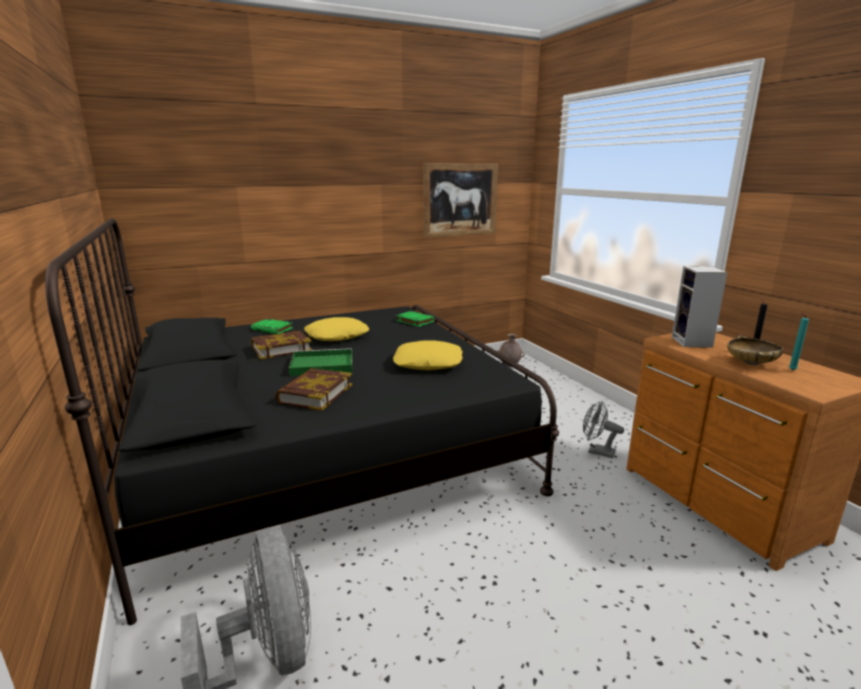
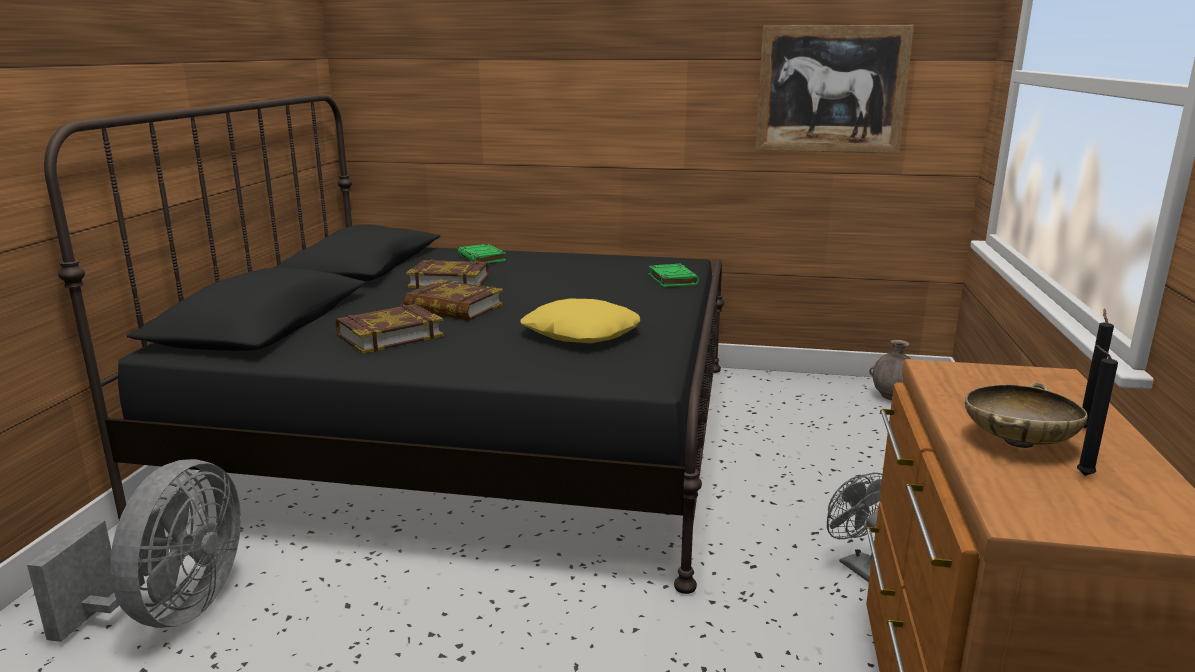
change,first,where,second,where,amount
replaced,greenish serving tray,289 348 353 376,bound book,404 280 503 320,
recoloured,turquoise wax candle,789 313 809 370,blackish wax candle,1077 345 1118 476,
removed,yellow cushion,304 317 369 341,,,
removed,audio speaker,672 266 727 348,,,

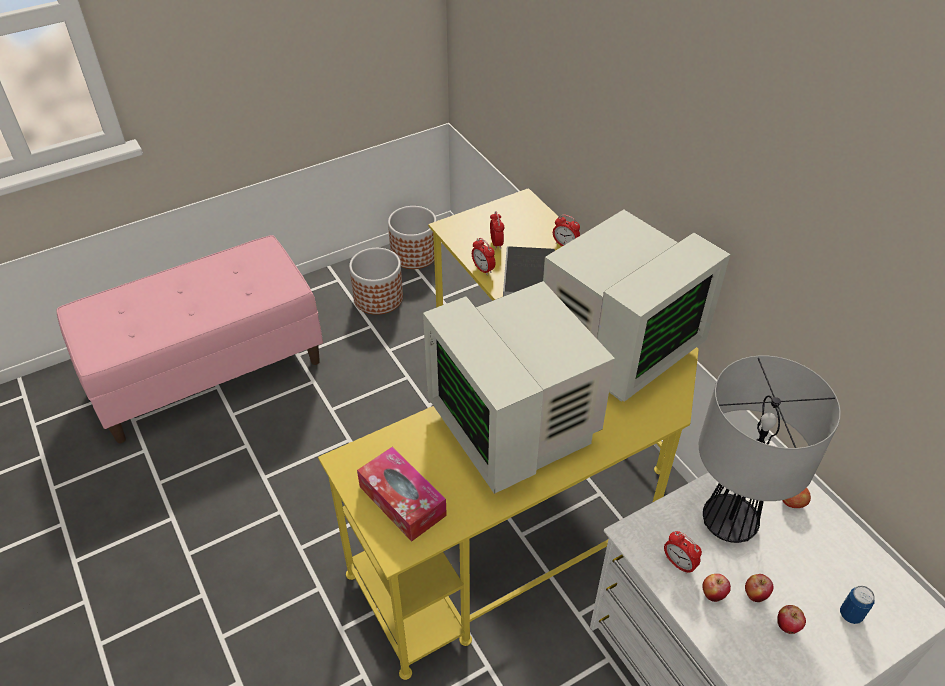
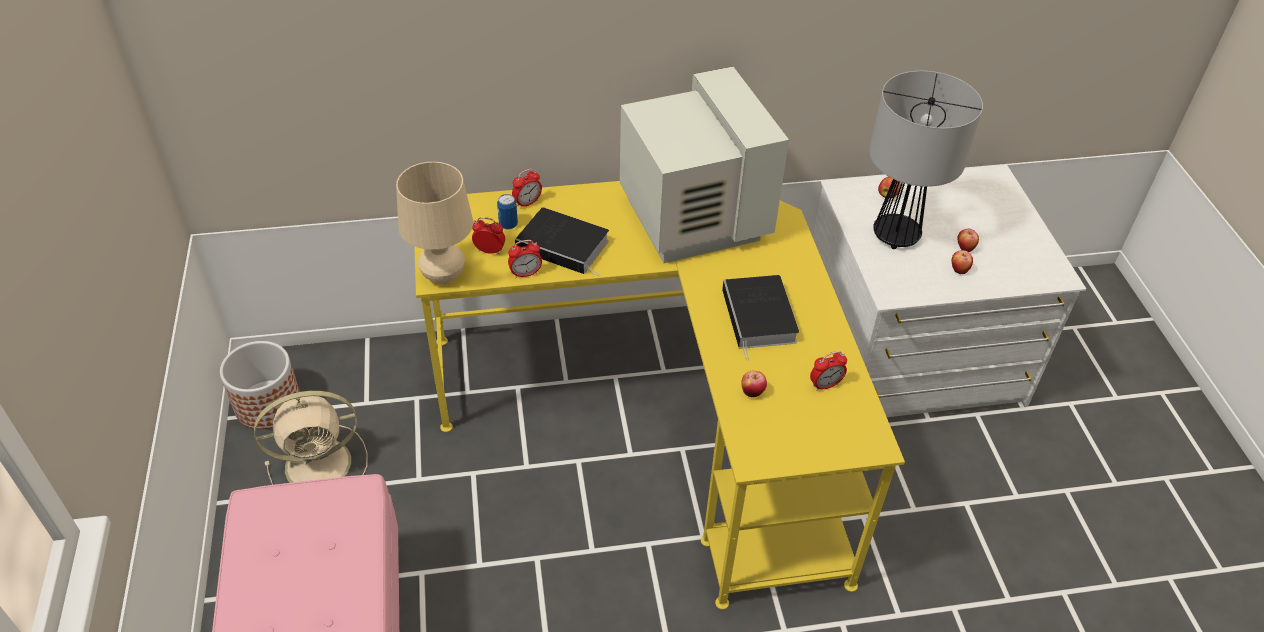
change,first,where,second,where,amount
replaced,flower pot,349 248 403 315,sand-coloured fan,254 391 368 485,
added,,,sand-coloured tabletop lamp,396 162 473 284,
moved,metal can,840 586 875 624,,497 194 518 230,
replaced,computer screen,423 281 615 494,bound book,722 275 799 360,
moved,apple fruit,777 605 806 634,,741 371 767 397,
moved,table clock,664 531 702 574,,810 351 847 391,
removed,box of tissues,357 447 447 542,,,

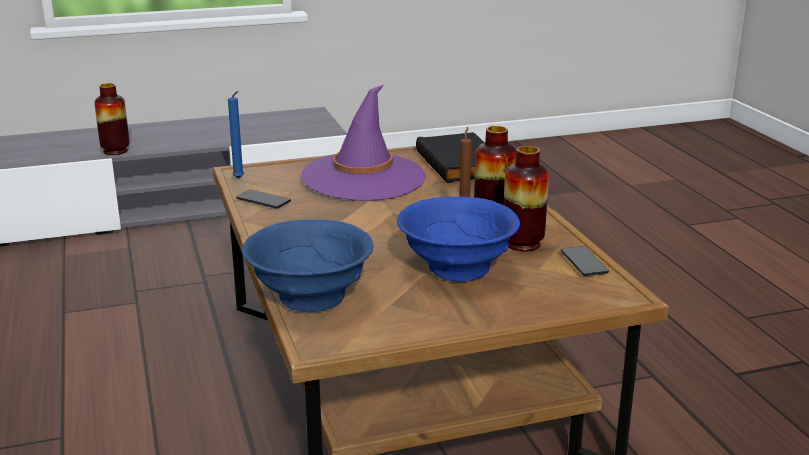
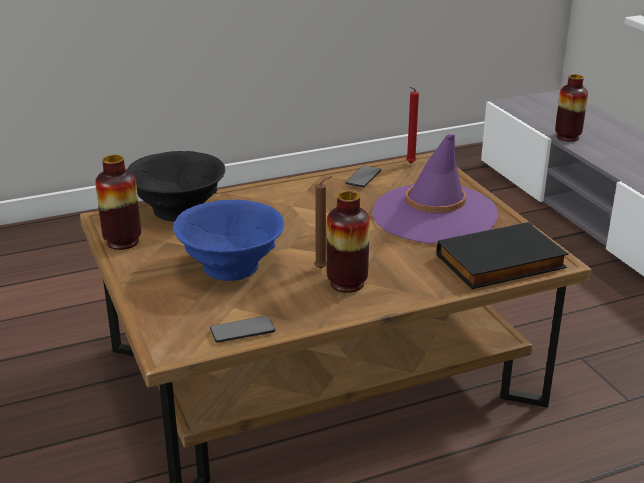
change,first,where,second,where,amount
moved,flower vase,504 146 549 251,,95 155 141 250,
recoloured,blue deep dish,242 220 373 312,blackish deep dish,127 151 225 221,
recoloured,blue wax candle,228 91 244 179,red-coloured wax candle,406 87 419 163,

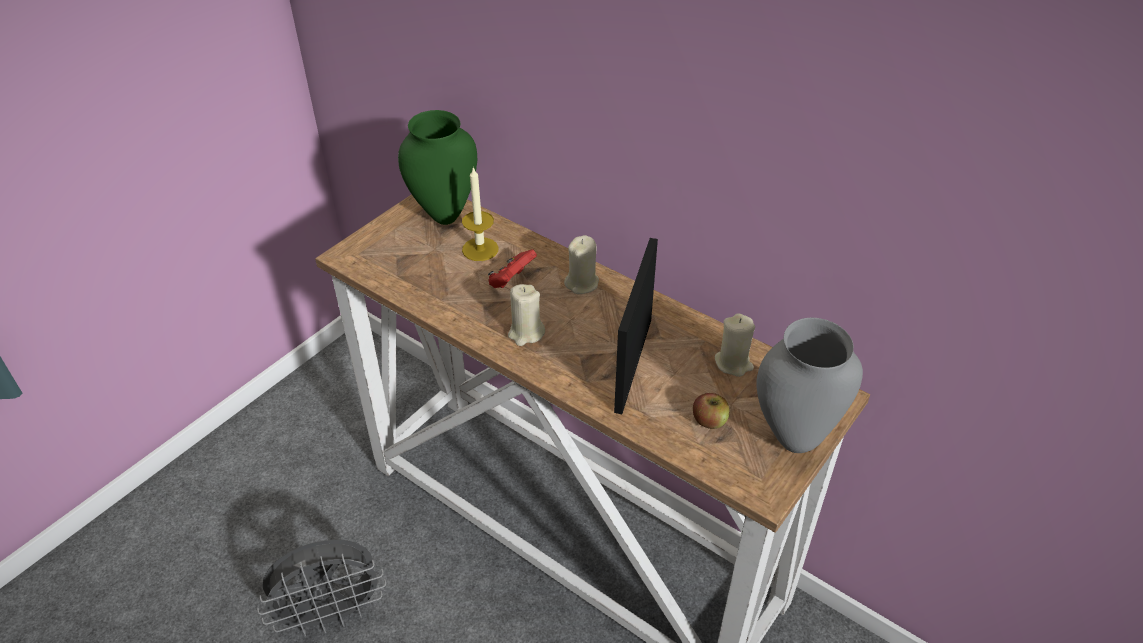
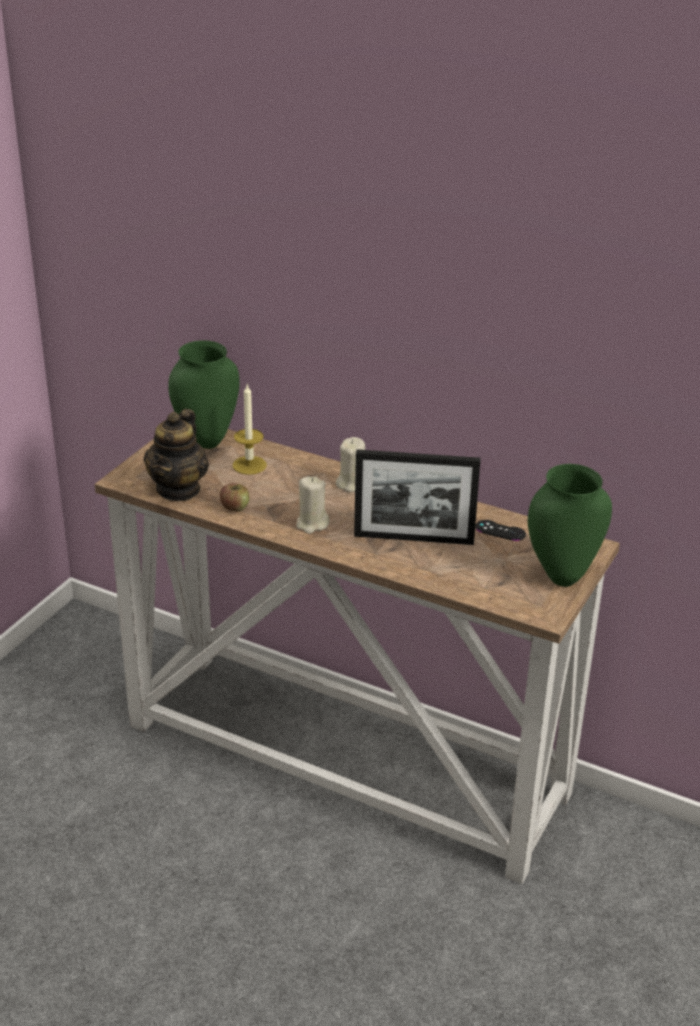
change,first,where,second,where,amount
added,,,tea pot,144 409 209 501,
moved,apple fruit,693 393 730 429,,220 483 250 512,
turned,standing frame,614 238 658 414,,354 449 481 545,90 degrees counterclockwise
replaced,sand-coloured wax candle,715 313 755 377,blackish game controller,475 520 526 541,
recoloured,grey flower vase,756 318 863 453,greenish flower vase,528 464 612 587,
removed,grey fan,257 540 386 636,,,
removed,red-coloured game controller,488 249 537 288,,,

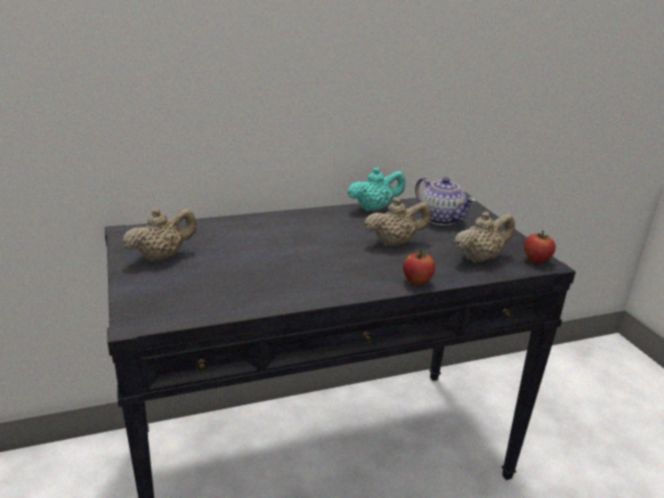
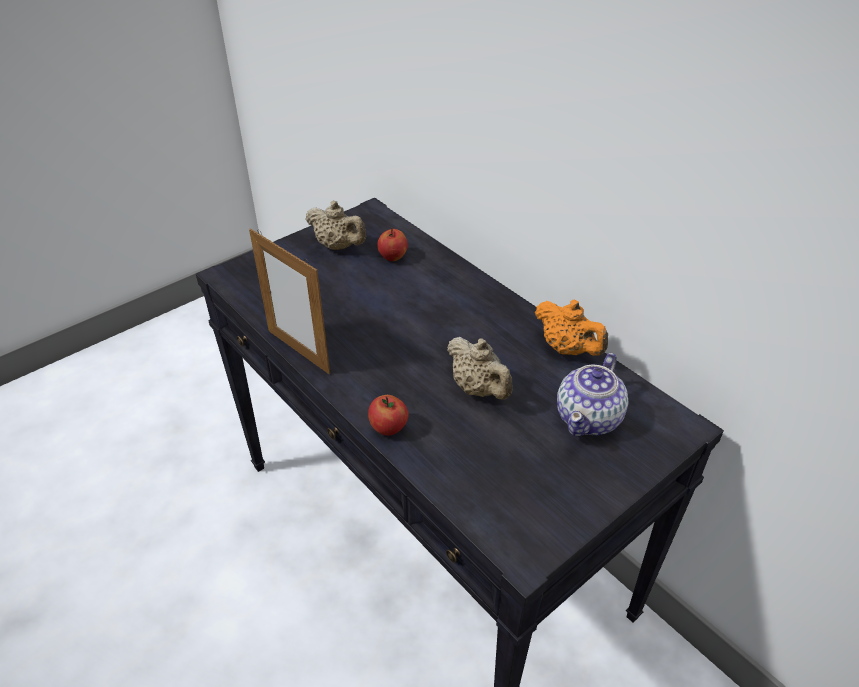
change,first,where,second,where,amount
added,,,standing frame,249 228 330 374,
moved,apple fruit,524 230 556 264,,377 227 408 261,
recoloured,turquoise tea pot,348 167 405 211,orange-coloured tea pot,535 300 608 356,
removed,sand-coloured tea pot,454 212 515 263,,,

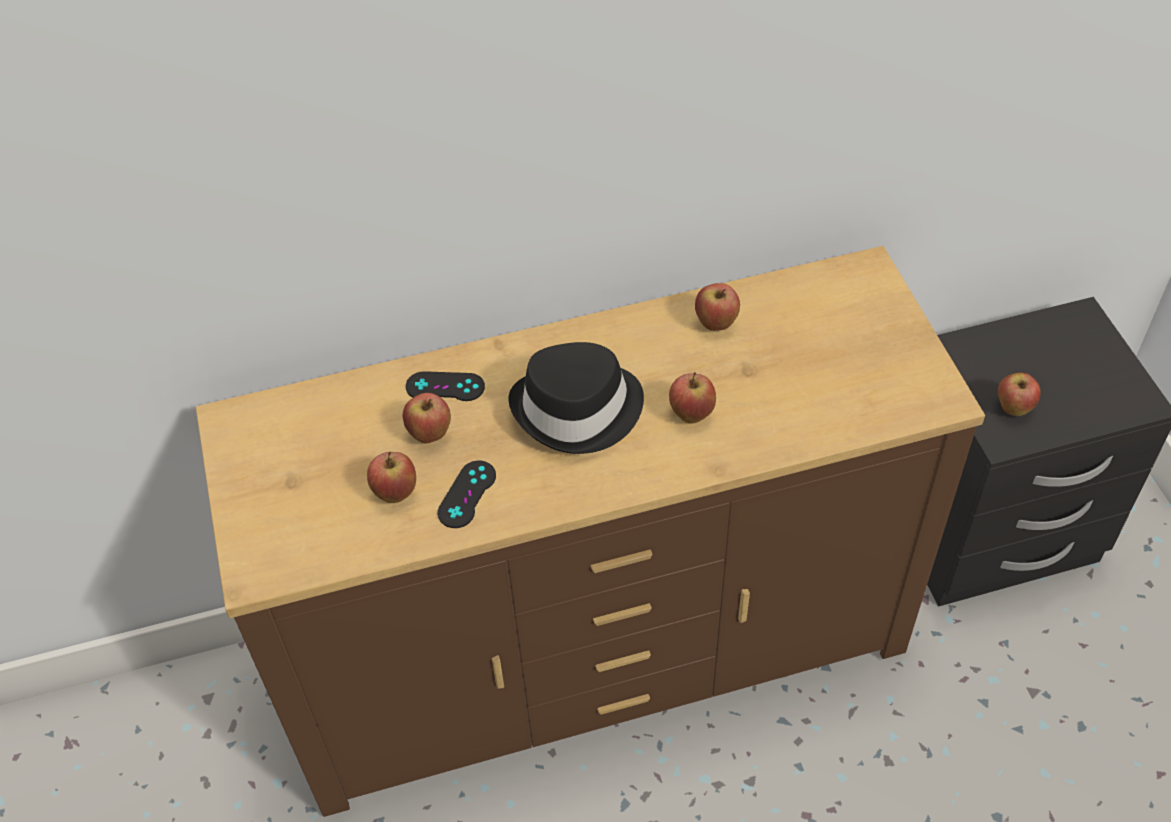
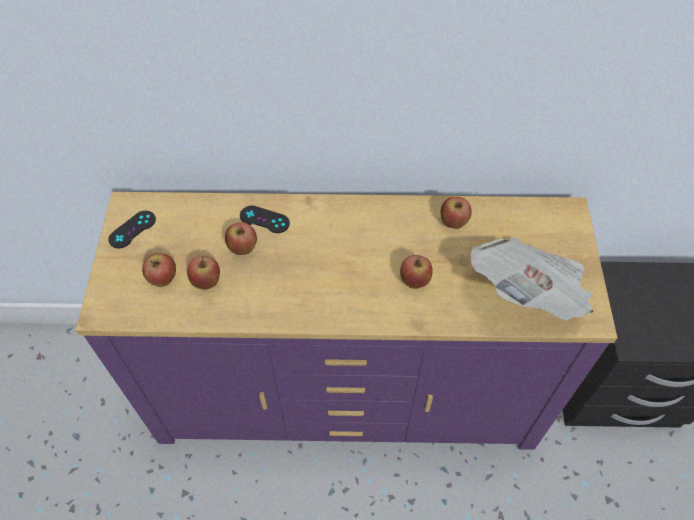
change,first,where,second,where,amount
recoloured,brownish dresser,196 246 985 817,purple dresser,76 192 617 450,
moved,blackish game controller,437 461 496 528,,109 211 156 248,
moved,apple fruit,998 372 1041 416,,142 253 176 287,
added,,,newspaper,470 237 593 320,
removed,blackish hat,508 342 644 454,,,

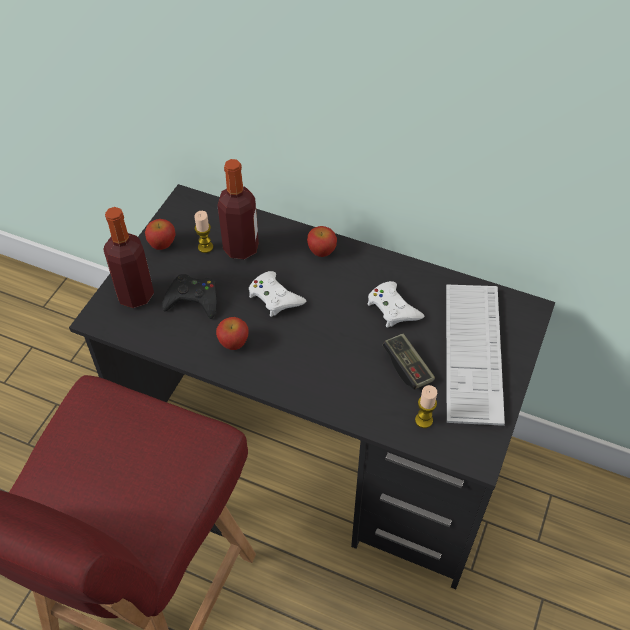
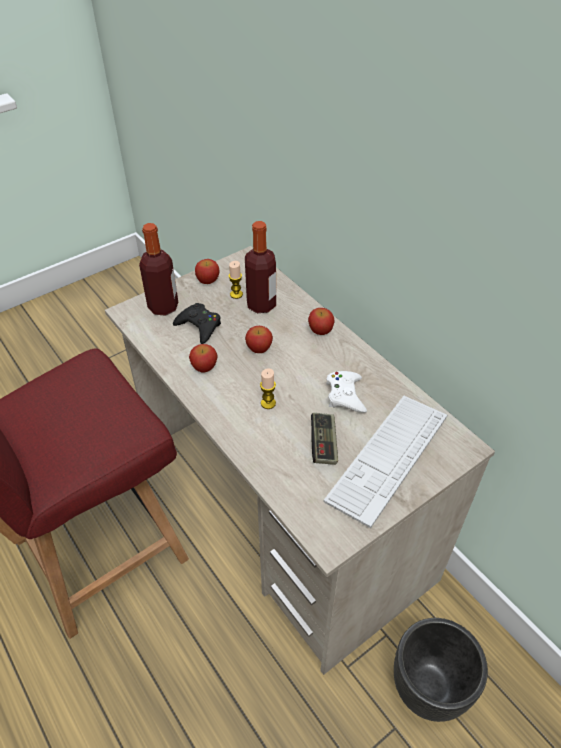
change,first,where,second,where,amount
recoloured,blackish desk,69 184 555 589,sand-coloured desk,105 246 495 675,
replaced,white-coloured game controller,249 271 306 317,apple fruit,245 326 273 353,
moved,wax candle,415 385 437 428,,260 368 276 409,
added,,,blackish flower pot,394 618 488 722,

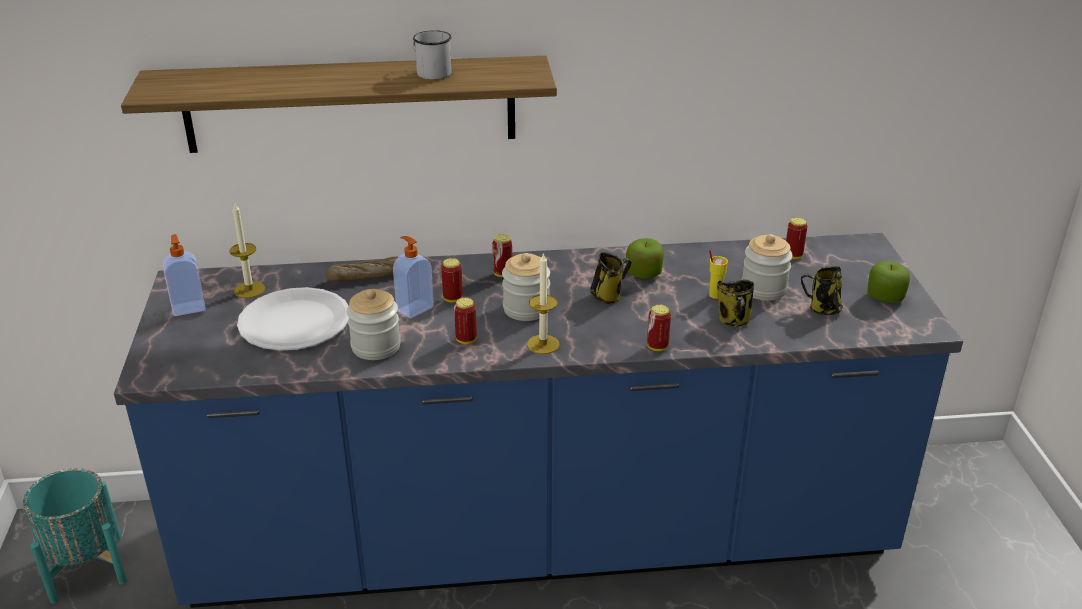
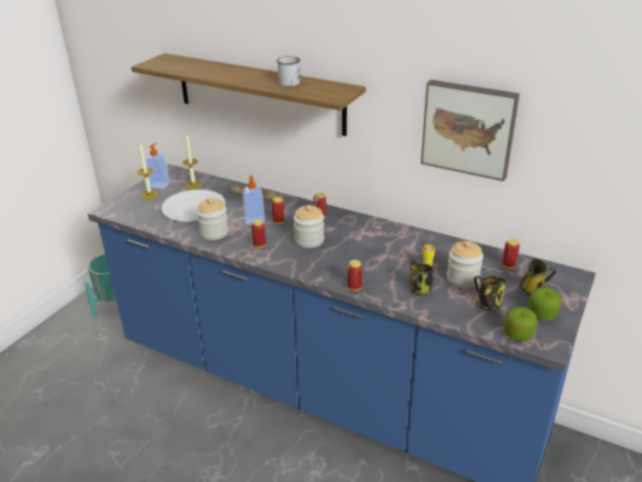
change,first,where,second,where,amount
moved,wax candle,527 252 560 354,,138 144 159 200,
added,,,wall picture,421 80 520 181,
moved,apple fruit,626 238 664 279,,504 307 537 341,
moved,coffee mug,590 252 632 304,,520 258 556 295,

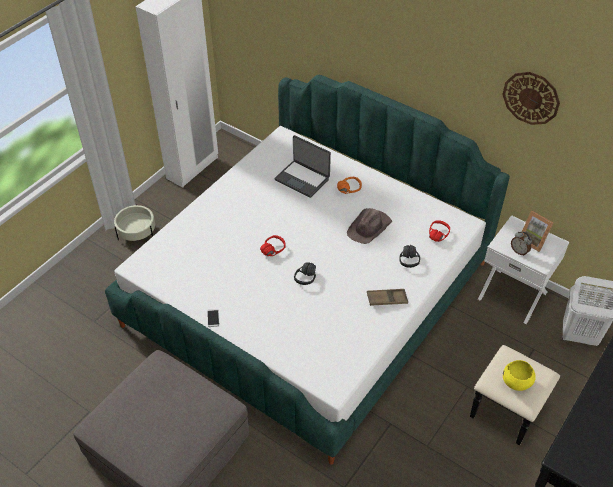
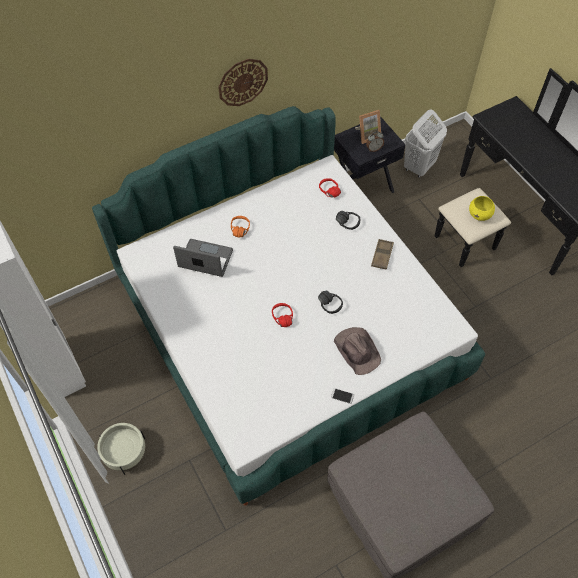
change,first,where,second,where,amount
turned,laptop,274 135 331 198,,173 239 233 277,135 degrees counterclockwise
moved,wall clock,502 72 560 125,,218 59 268 106,
recoloured,white-coloured bedside table,478 215 569 324,blackish bedside table,334 116 405 193,
moved,brownish hat,347 208 392 244,,334 327 381 375,

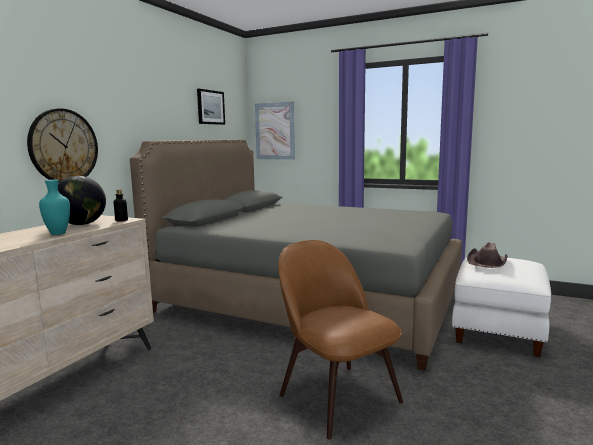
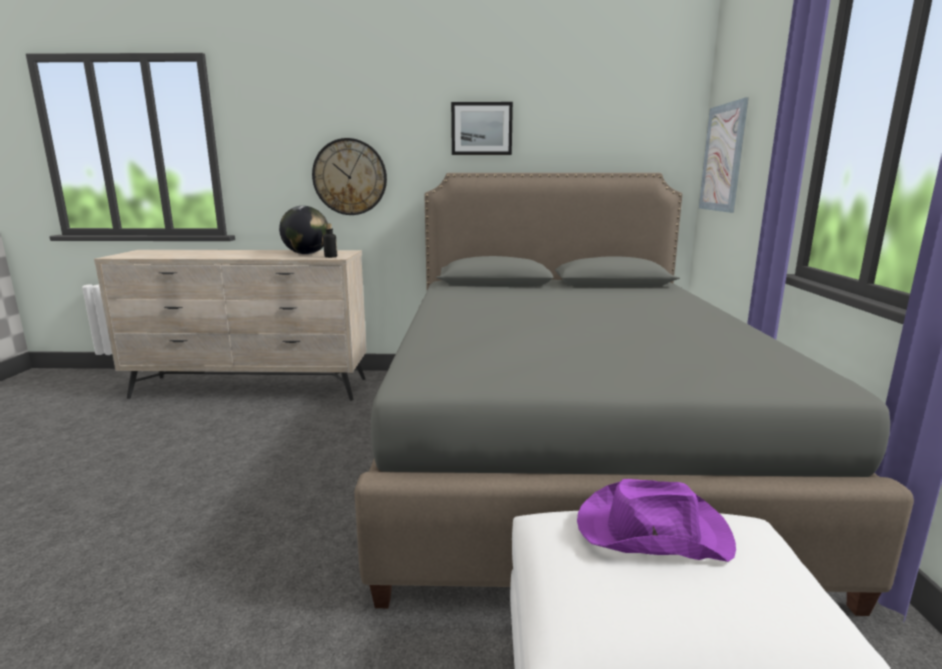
change,first,where,second,where,amount
moved,wall picture,197 89 225 125,,451 102 513 155,
recoloured,brownish hat,467 242 507 268,purple hat,577 479 736 562,
removed,turquoise flower vase,39 180 70 235,,,
removed,brownish chair,278 240 403 439,,,

